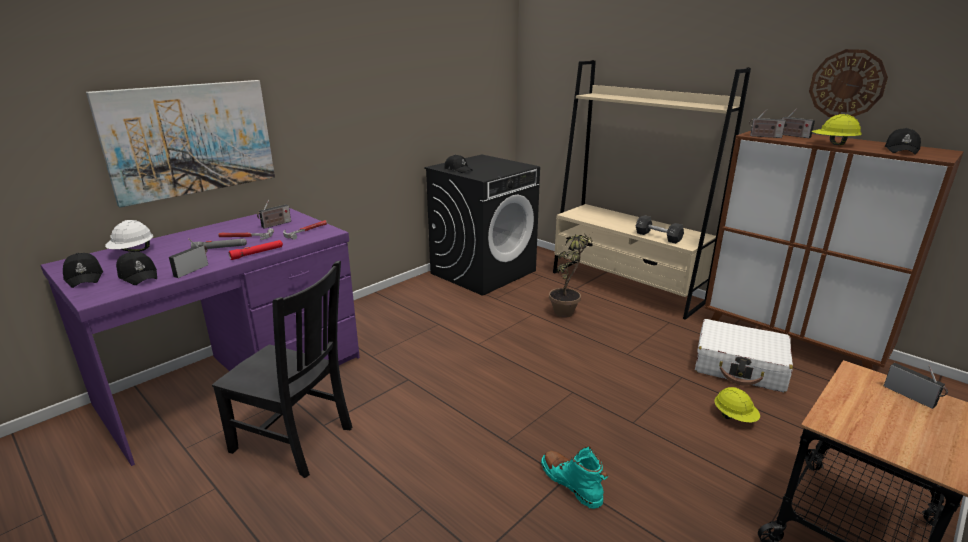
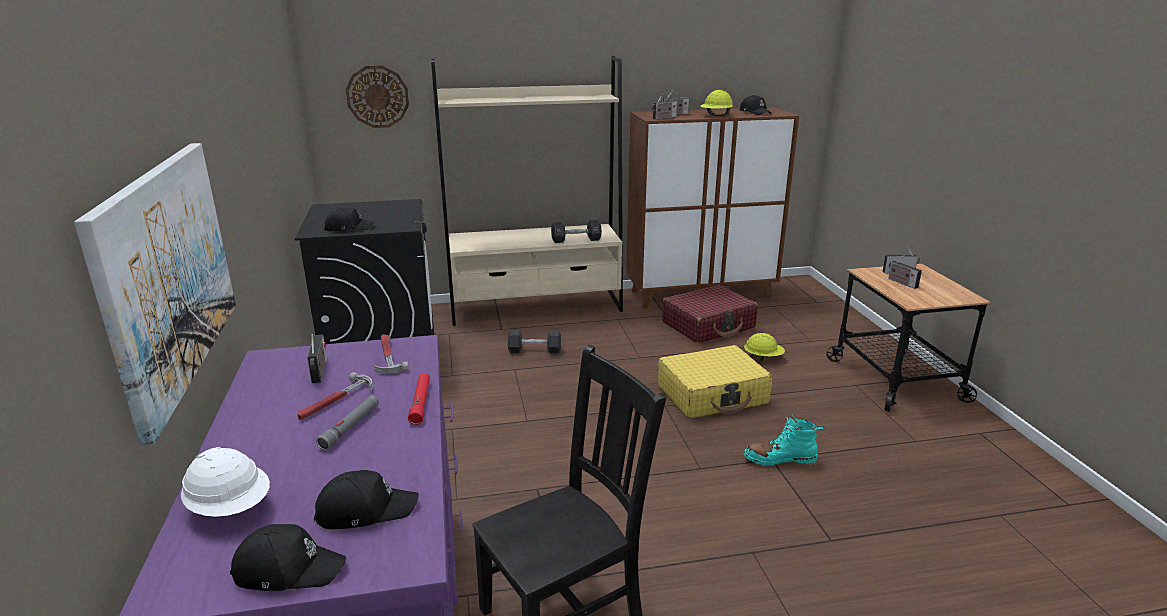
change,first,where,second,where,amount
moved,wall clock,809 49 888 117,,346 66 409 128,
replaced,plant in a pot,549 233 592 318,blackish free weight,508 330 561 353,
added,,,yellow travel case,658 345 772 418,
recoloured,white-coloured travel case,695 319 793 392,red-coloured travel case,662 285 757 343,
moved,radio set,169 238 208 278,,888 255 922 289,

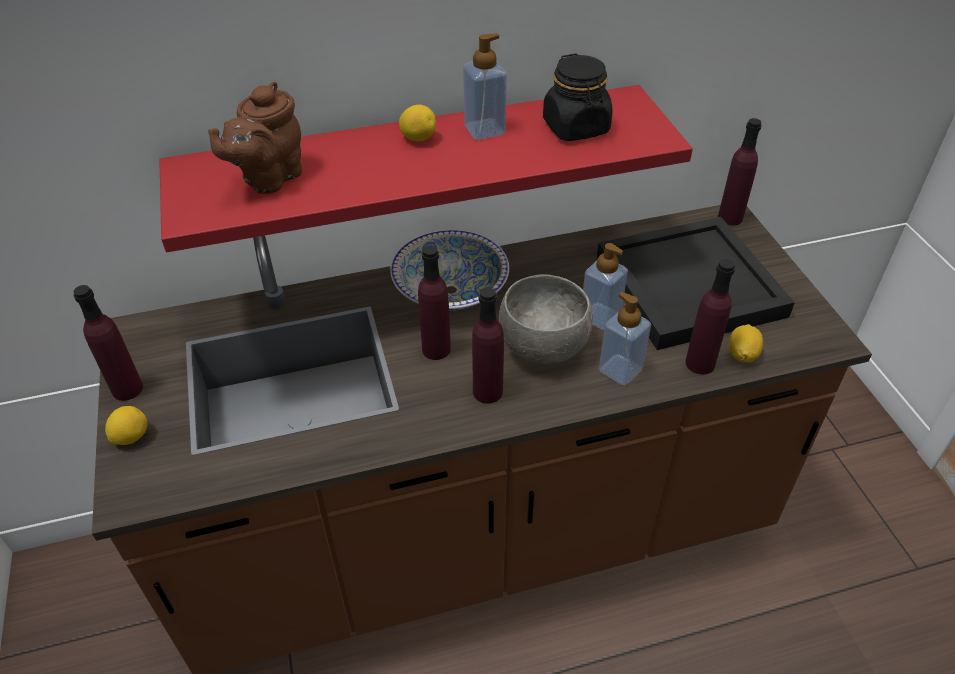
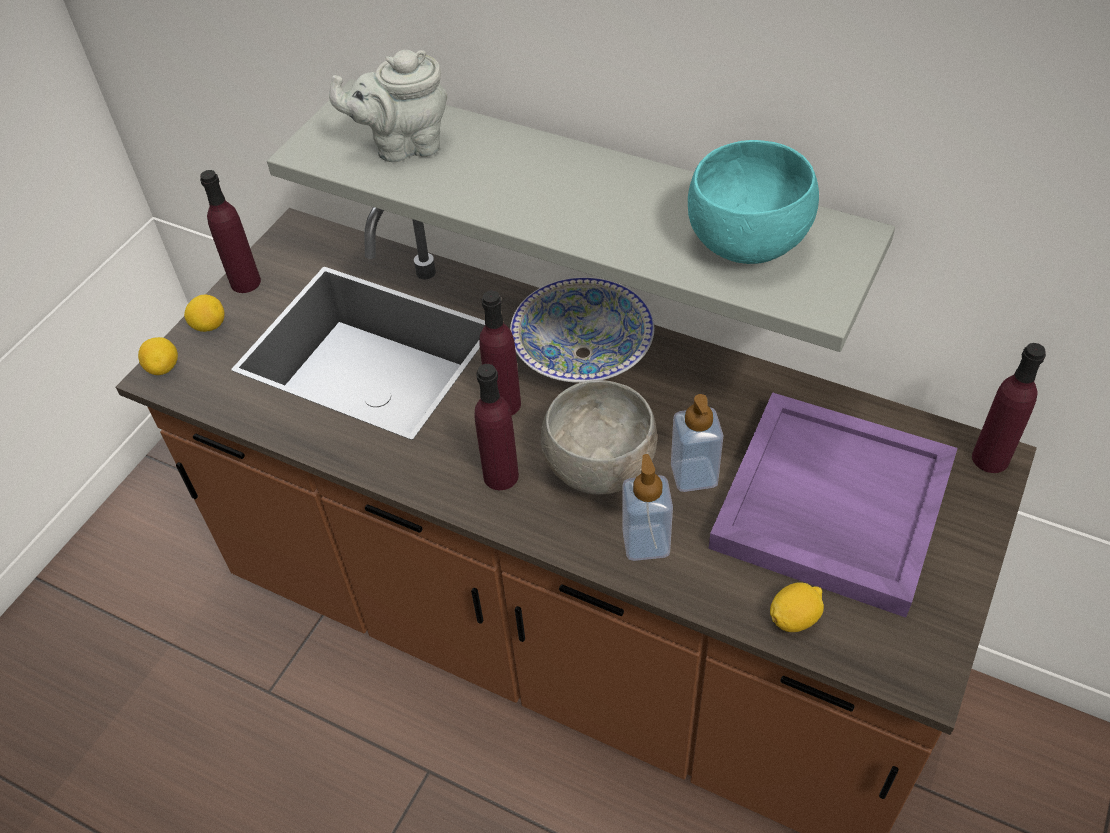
change,first,where,second,where,amount
moved,lemon,399 105 436 141,,138 337 178 375,
recoloured,red-coloured shelf,159 85 693 252,grey shelf,267 79 895 352,
recoloured,brownish tea pot,208 81 302 194,grey tea pot,329 50 447 162,
replaced,blackish preserve jar,543 53 613 141,turquoise deep dish,688 140 819 264,
recoloured,blackish serving tray,597 217 795 350,purple serving tray,709 392 958 618,
removed,soap dispenser,463 33 507 140,,,
removed,purple beverage bottle,685 259 735 374,,,

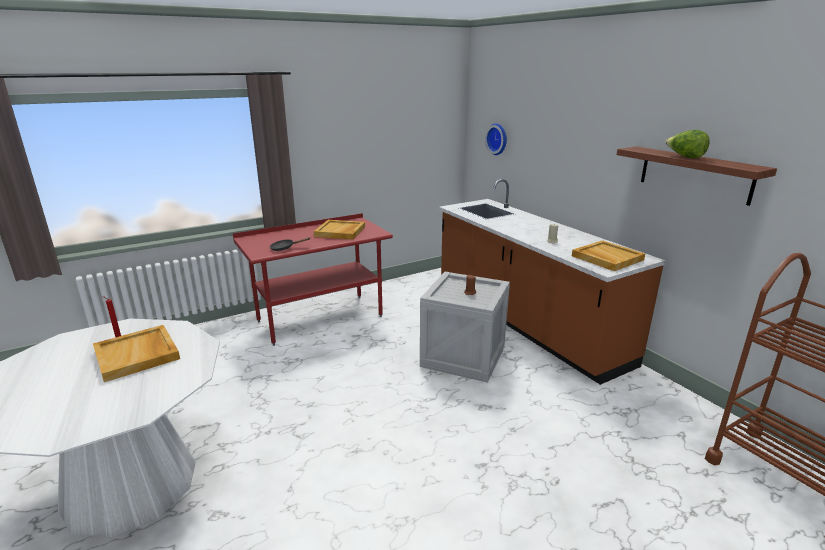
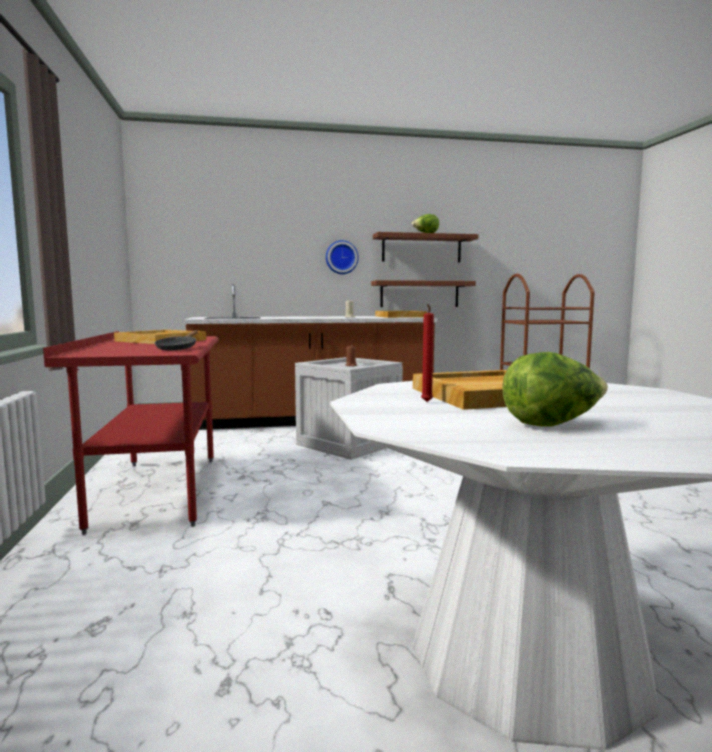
change,first,where,second,where,amount
moved,wall clock,485 123 507 155,,326 240 359 274,
added,,,shelf,371 280 476 307,
added,,,lettuce,502 352 608 427,

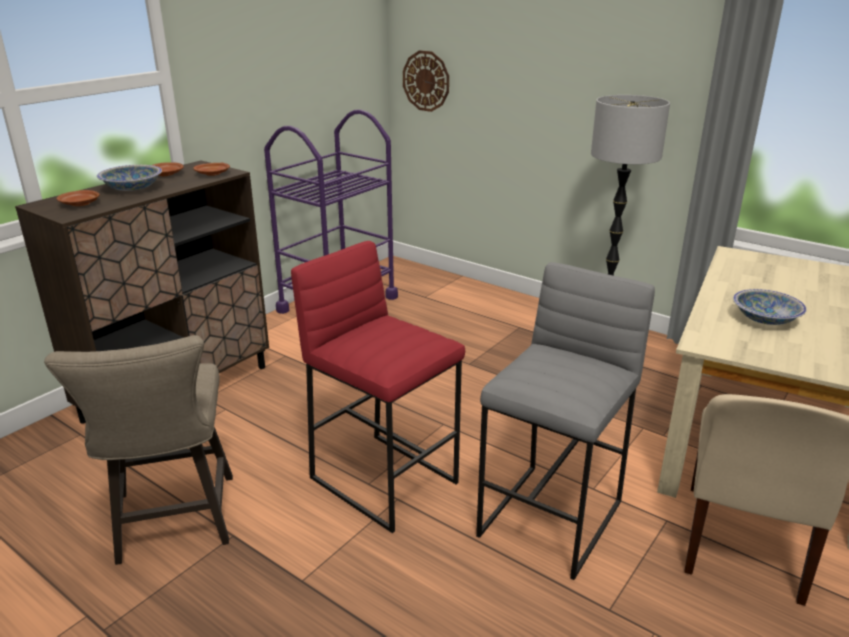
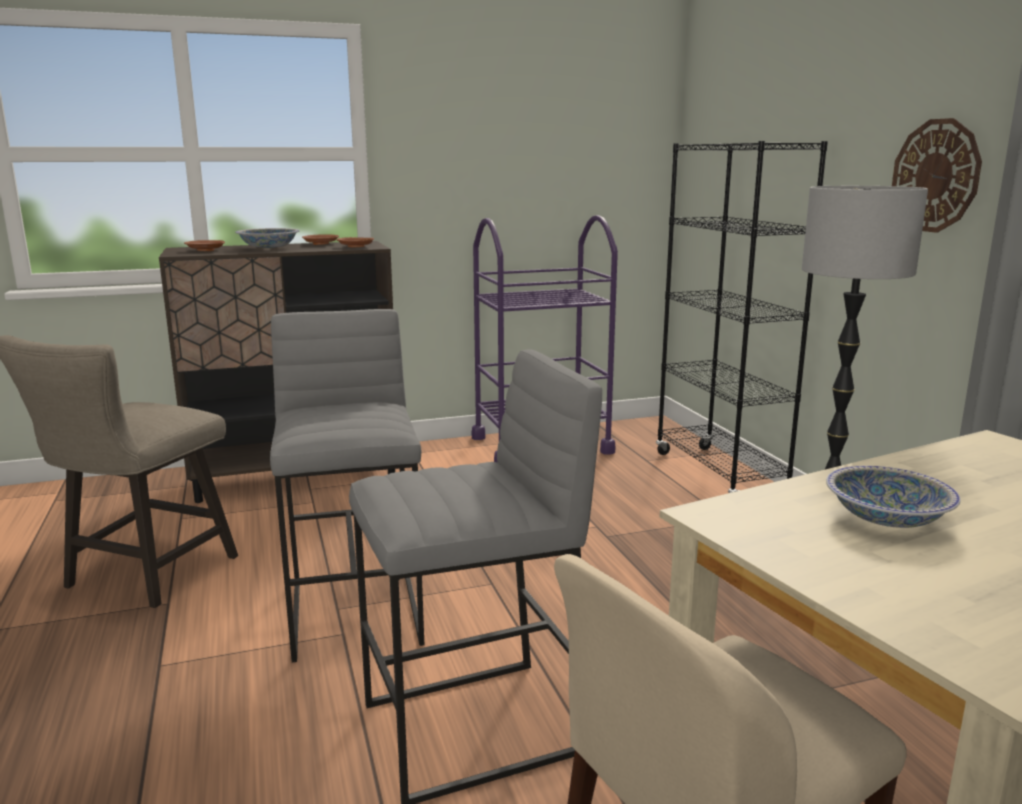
change,first,where,second,where,amount
recoloured,red-coloured stool seat,291 241 465 533,grey stool seat,270 309 424 663,
added,,,blackish bookshelf,656 141 828 493,
moved,wall clock,403 50 449 112,,892 118 982 233,

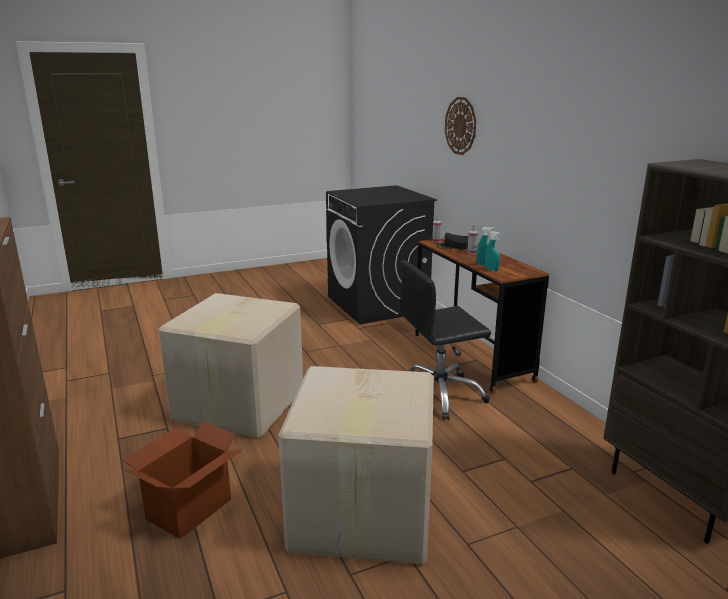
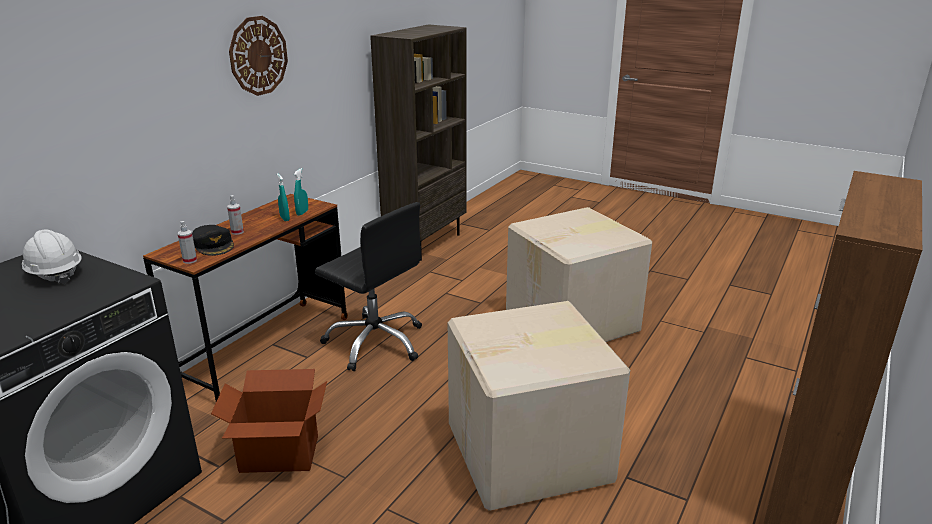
change,first,where,second,where,amount
added,,,white-coloured safety helmet,22 229 82 284,
moved,carton,122 421 242 539,,211 369 327 473,
moved,wall clock,445 97 476 155,,229 16 288 96,

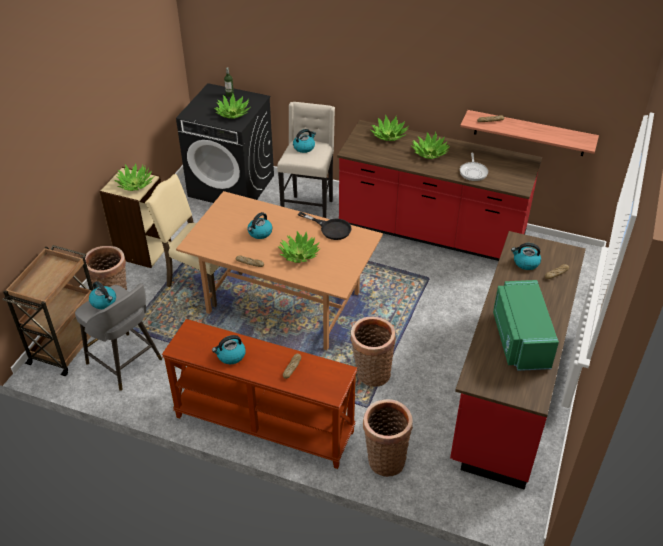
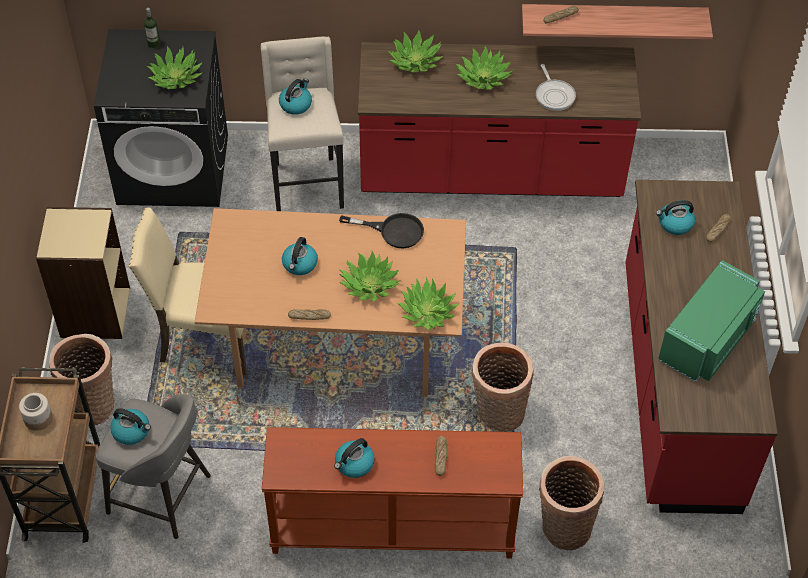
change,first,where,second,where,amount
added,,,preserve jar,19 393 53 431,
moved,plant in a pot,114 163 154 191,,397 276 459 330,
turned,greenish microwave oven,493 280 559 371,,658 260 765 382,120 degrees counterclockwise

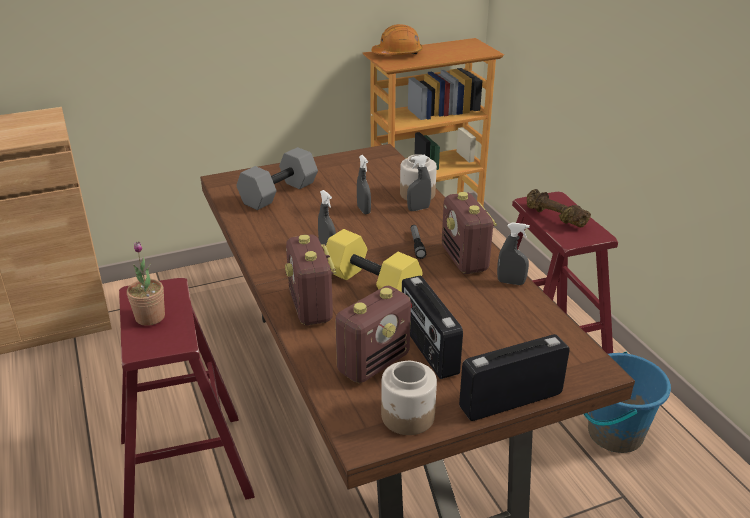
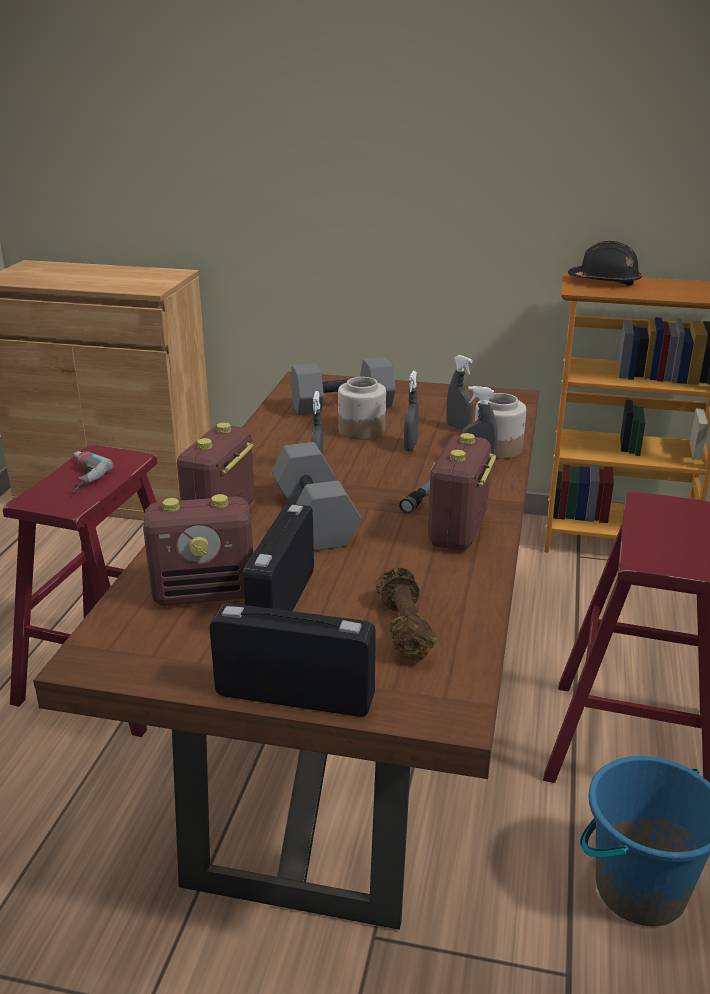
change,first,where,second,where,amount
replaced,plant in a pot,127 242 165 326,drill,73 451 114 493,
recoloured,yellow free weight,324 229 423 292,grey free weight,272 442 361 551,
moved,preserve jar,381 361 437 435,,338 377 386 440,
moved,brownish free weight,527 189 591 228,,375 567 437 662,
moved,grey hand sprayer,497 222 530 285,,446 355 473 431,
recoloured,orange-coloured safety helmet,371 24 423 55,blackish safety helmet,568 241 642 286,

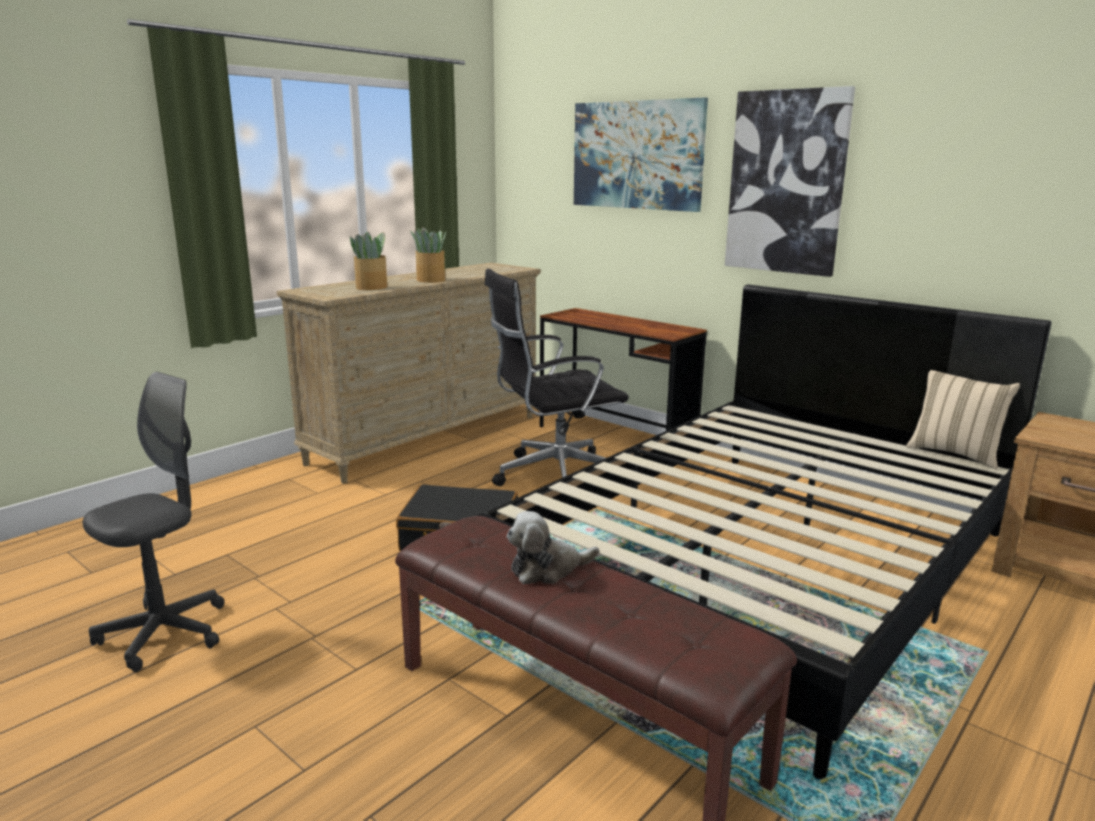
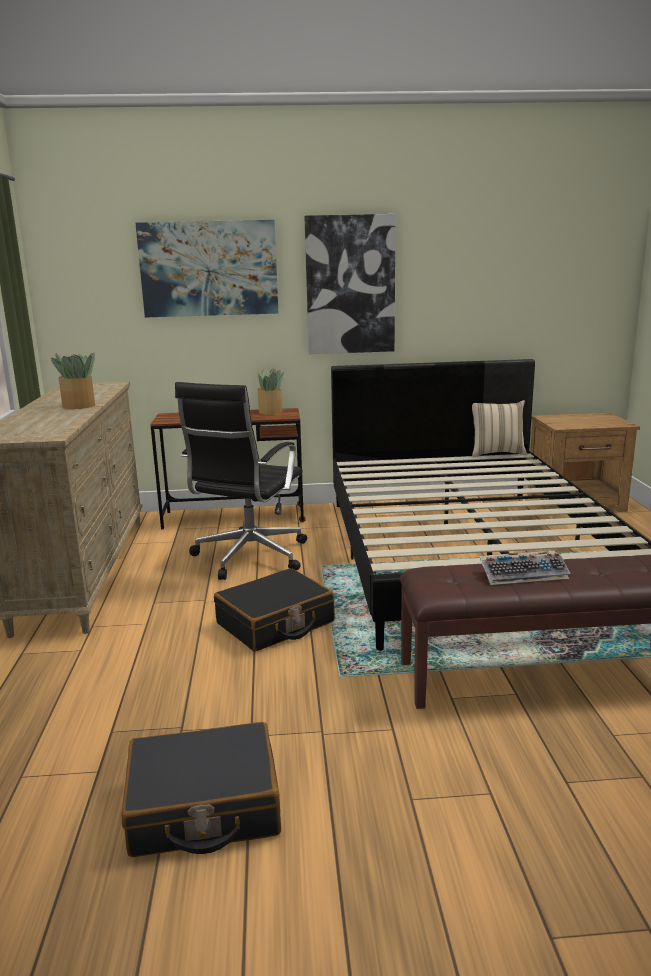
change,first,where,second,where,amount
replaced,grey desk chair,83 372 225 672,blackish travel case,122 722 281 857,
moved,plant in a pot,350 232 387 290,,256 368 284 415,
replaced,soft toy,507 511 599 584,PC keyboard,479 551 570 585,

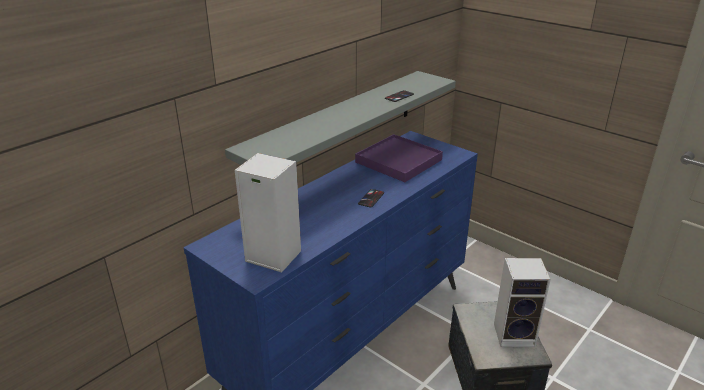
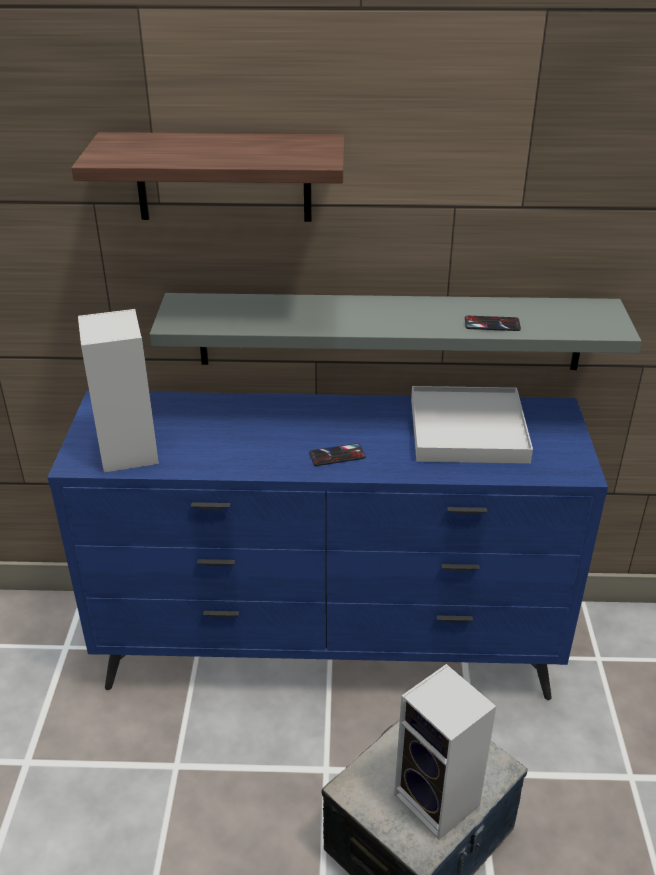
change,first,where,second,where,amount
added,,,shelf,72 132 345 222,
recoloured,purple serving tray,355 134 443 182,white-coloured serving tray,411 386 533 464,

